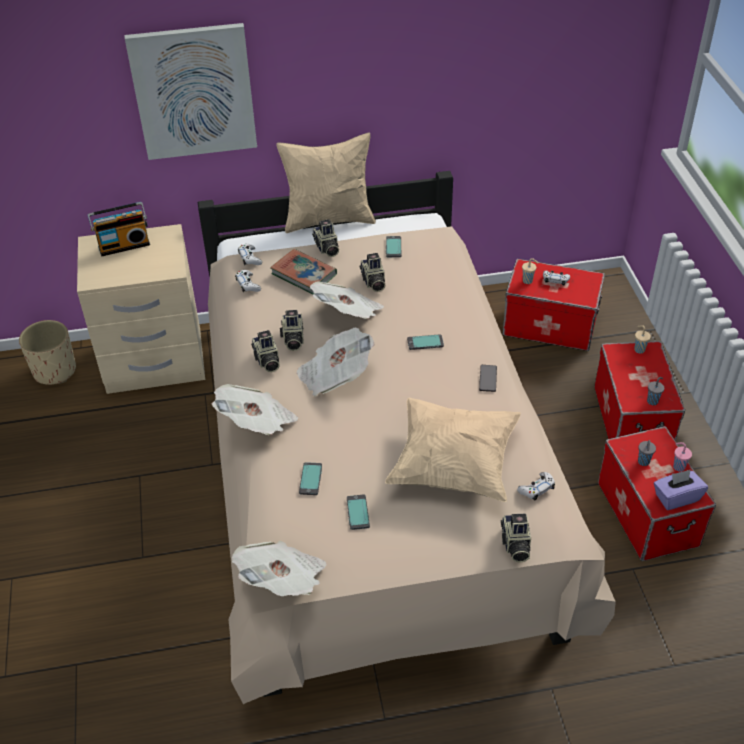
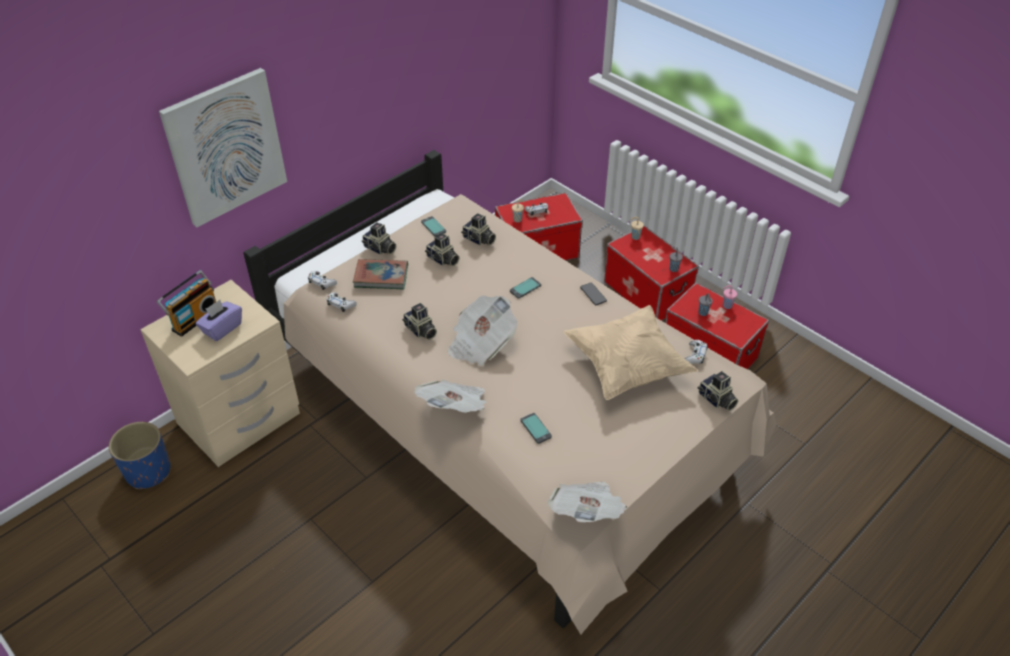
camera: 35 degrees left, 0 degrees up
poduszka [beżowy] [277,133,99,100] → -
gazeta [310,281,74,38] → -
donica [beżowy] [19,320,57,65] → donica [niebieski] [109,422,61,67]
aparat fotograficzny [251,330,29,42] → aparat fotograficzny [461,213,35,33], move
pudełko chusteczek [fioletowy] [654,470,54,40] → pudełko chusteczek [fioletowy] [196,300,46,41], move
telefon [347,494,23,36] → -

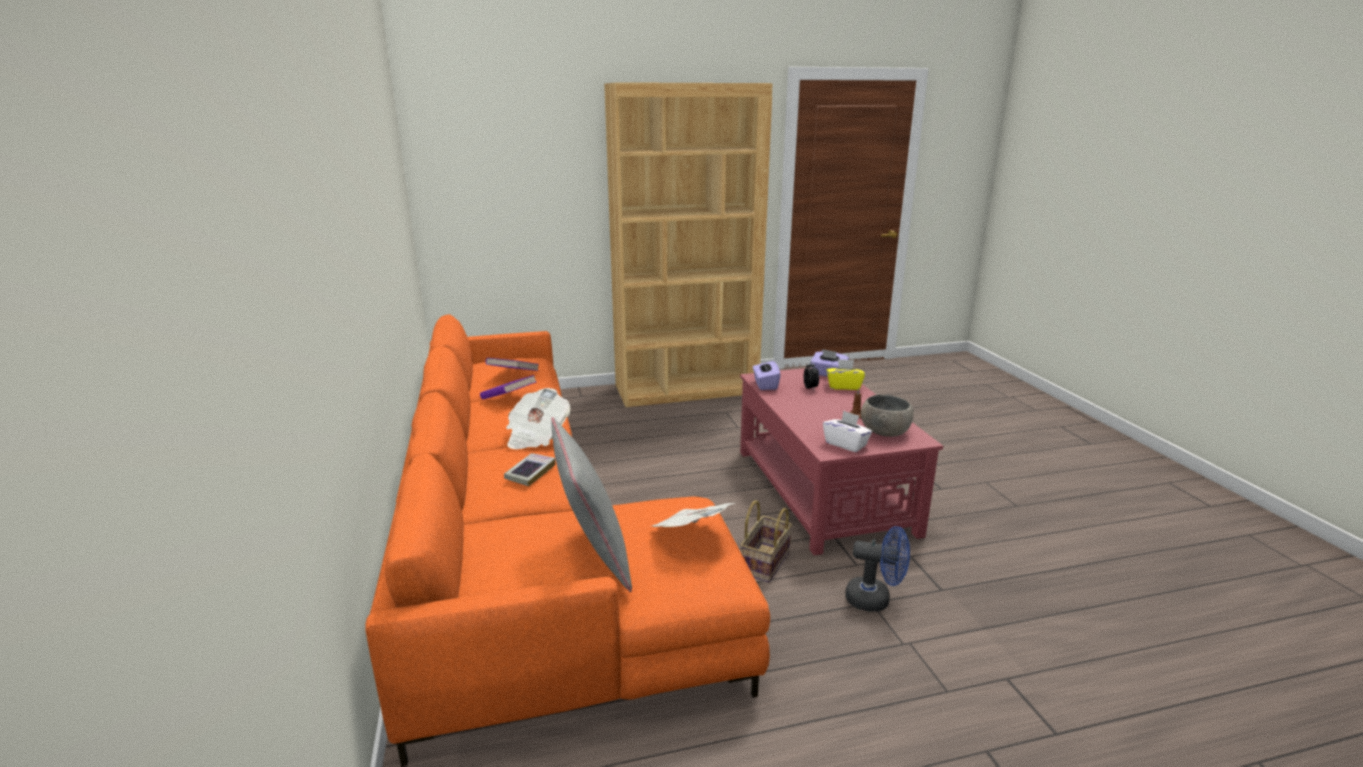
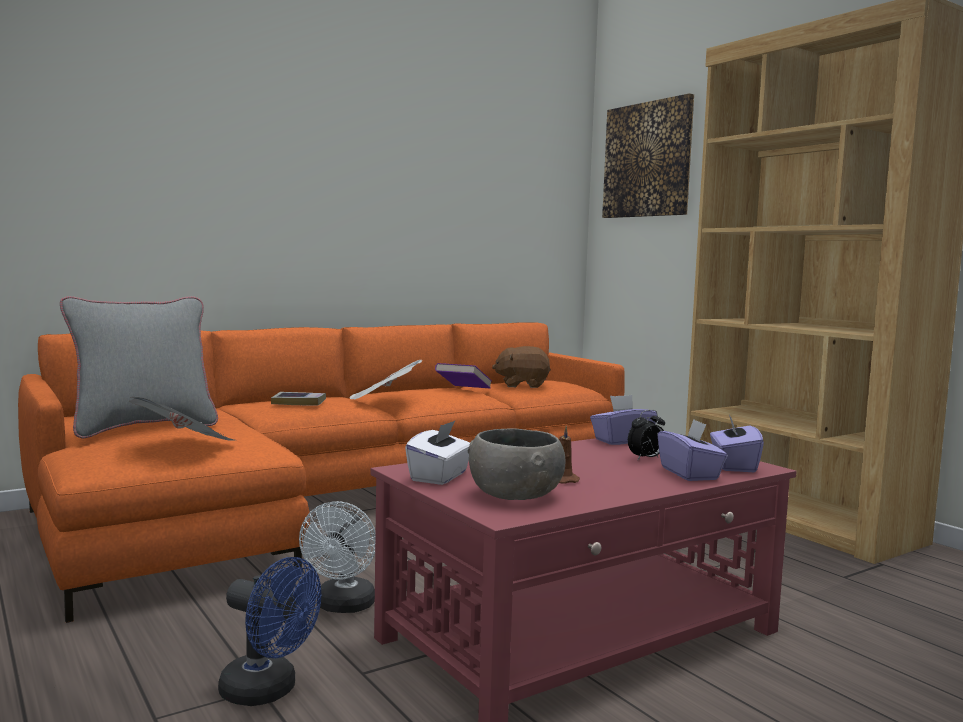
camera: 70 degrees right, 15 degrees down
książka [fioletowy] [486,358,53,13] → pluszak [brązowy] [492,346,59,42]
pudełko chusteczek [żółty] [826,359,39,31] → pudełko chusteczek [fioletowy] [658,419,70,62]
koszyk [741,500,51,83] → wentylator [biały] [299,501,77,112]
wentylator [niebieski] [845,526,65,86] → wentylator [niebieski] [218,557,103,149], 60 degrees counterclockwise
- → obraz [602,93,92,125]

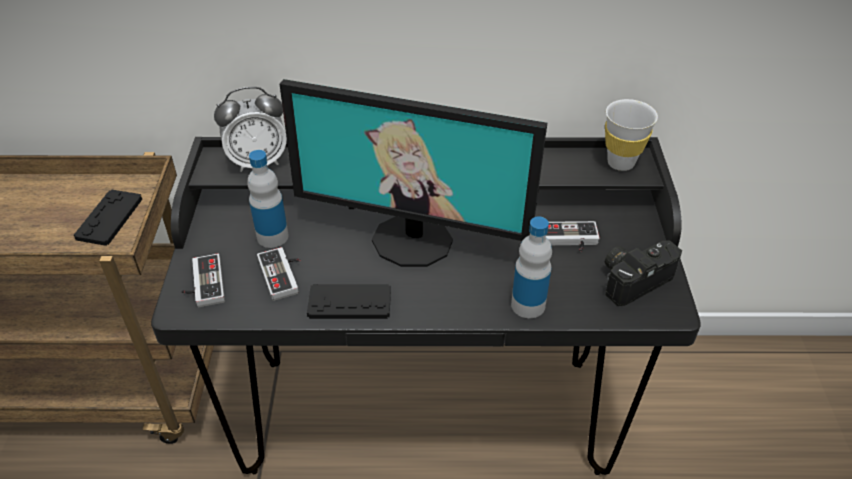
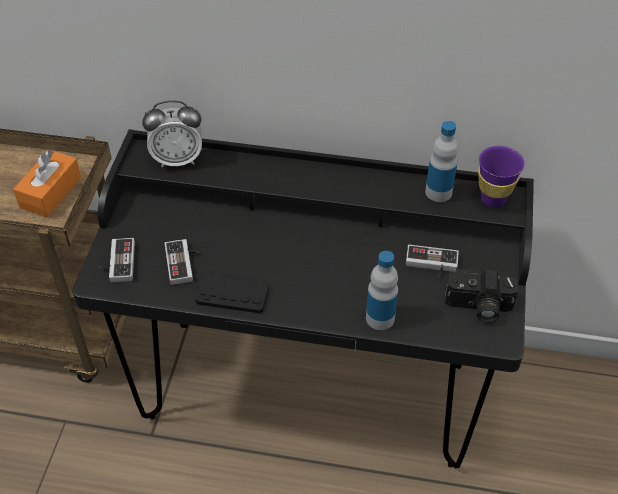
camera: 10 degrees right, 5 degrees up
monitor [279,79,268,188] → -
filiżanka [biały] [605,99,53,72] → filiżanka [fioletowy] [478,146,47,62]
butelka [247,150,41,98] → butelka [425,121,33,81], move
pad do gier [czarny] [74,190,68,56] → pudełko chusteczek [pomarańczowy] [13,150,68,67]
aparat fotograficzny [605,240,77,66] → aparat fotograficzny [445,269,73,54], 150 degrees counterclockwise

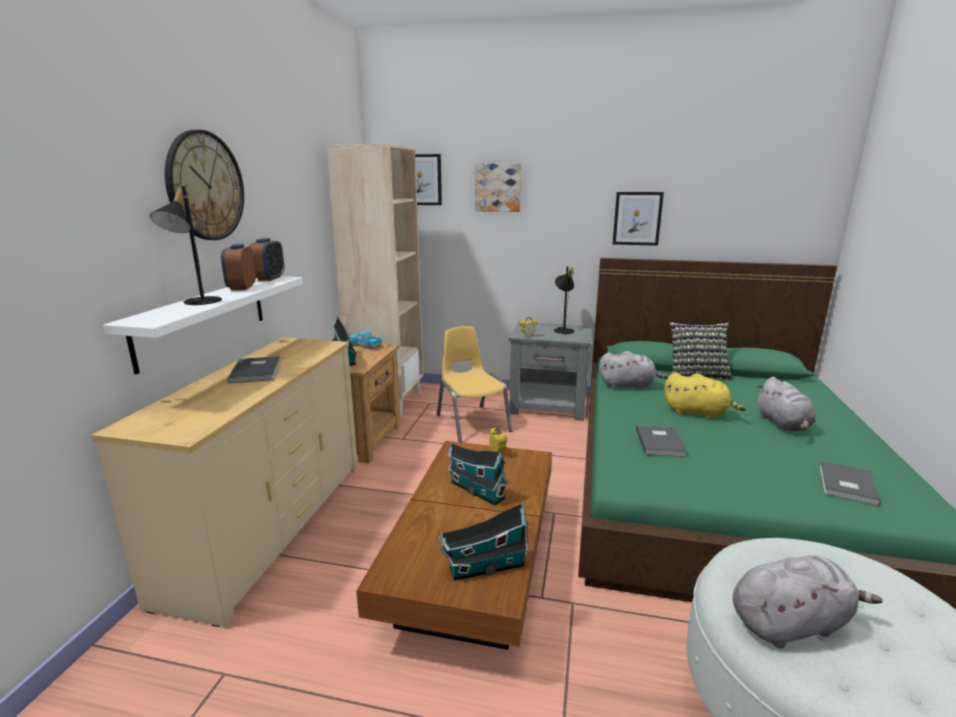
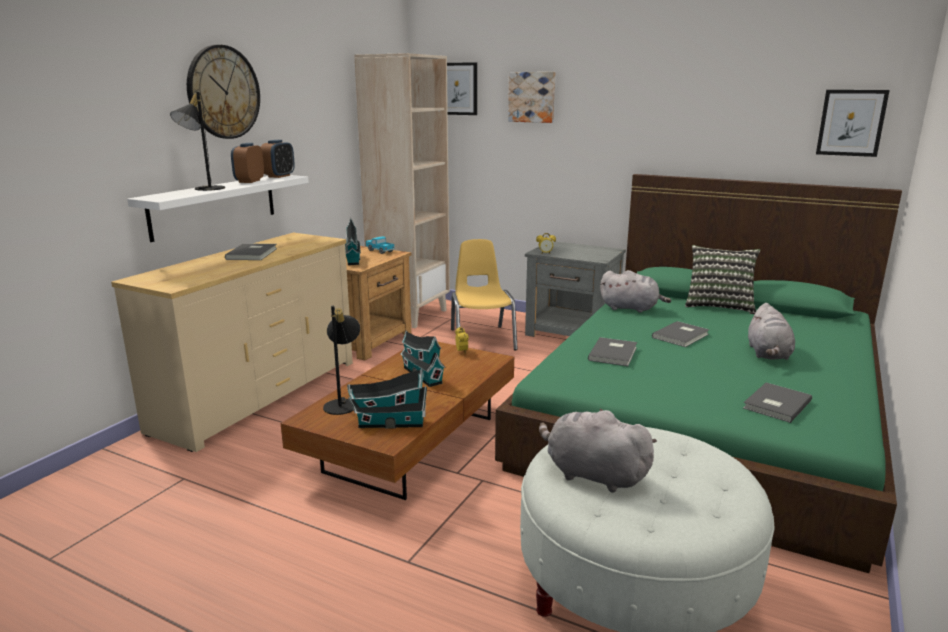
camera: 15 degrees right, 0 degrees up
obraz [613,192,51,54] → obraz [816,90,74,67], move
lampa stołowa [czarny] [554,266,20,68] → lampa stołowa [czarny] [323,306,37,109], move
pluszak [żółty] [664,373,82,46] → książka [szary] [652,321,58,26]
pluszak [szary] [733,555,150,93] → pluszak [szary] [539,408,118,85], 150 degrees counterclockwise

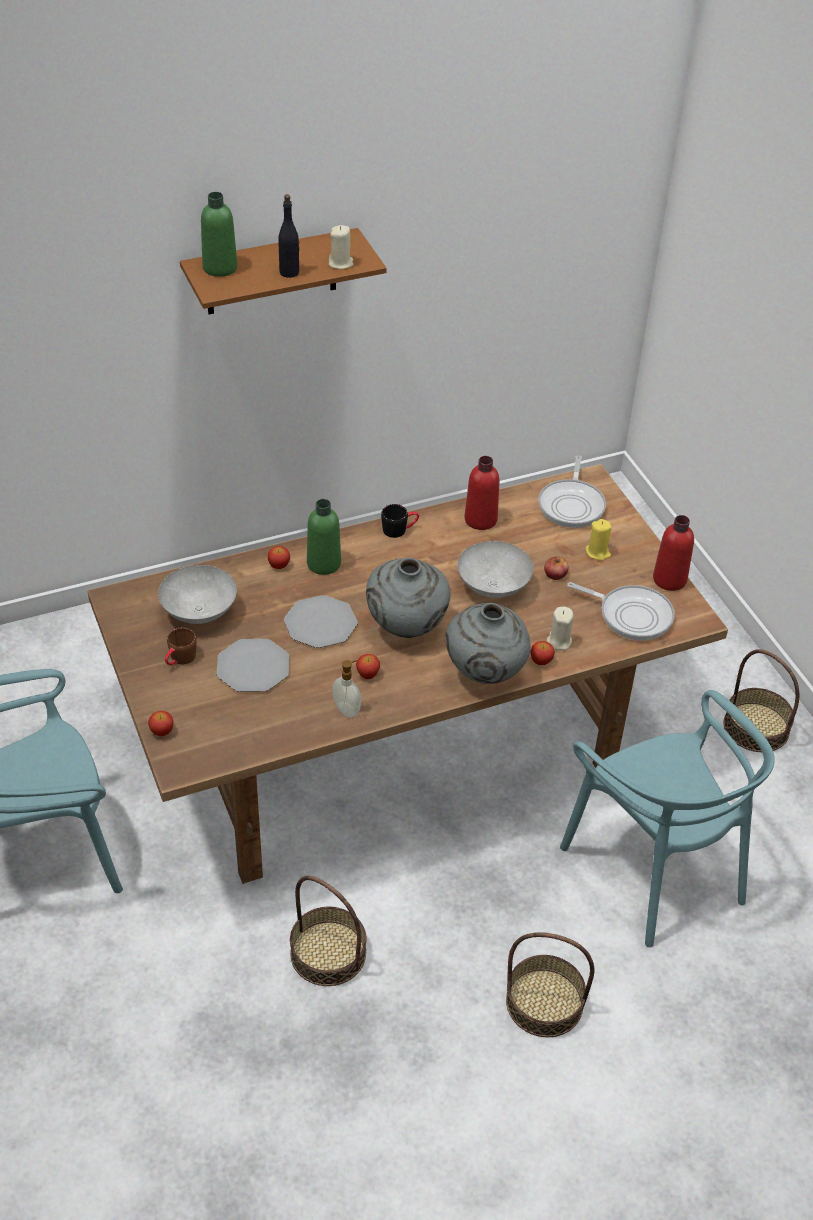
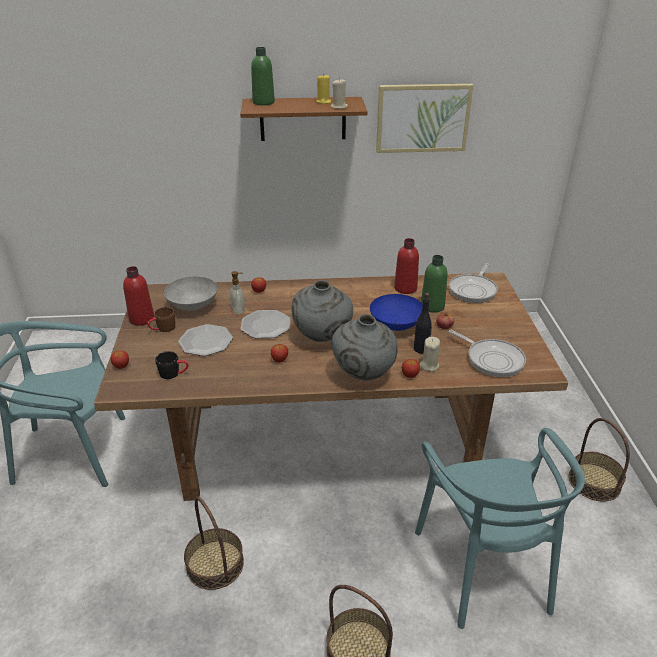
camera: 20 degrees right, 10 degrees down
butelka [czarny] [278,194,22,84] → butelka [czarny] [414,293,18,60], move
butelka [zielony] [307,499,34,76] → butelka [zielony] [421,255,27,58], move
kubek [czarny] [381,504,38,34] → kubek [czarny] [155,351,33,28], move
butelka [czerwony] [653,515,41,76] → butelka [czerwony] [123,266,31,60], move
świeca [żółty] [586,519,26,42] → świeca [żółty] [316,74,15,30], move
miska [szary] [458,541,75,57] → miska [niebieski] [370,294,53,37]
dozownik mydła [332,660,29,58] → dozownik mydła [230,271,15,43], move
- → obraz [376,84,97,69]

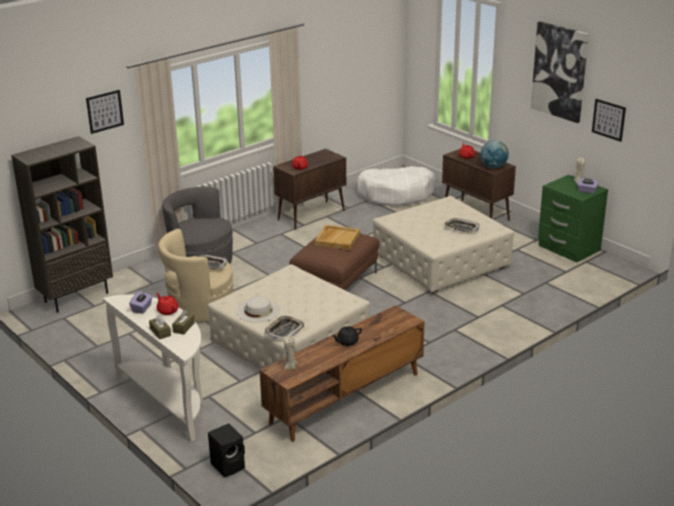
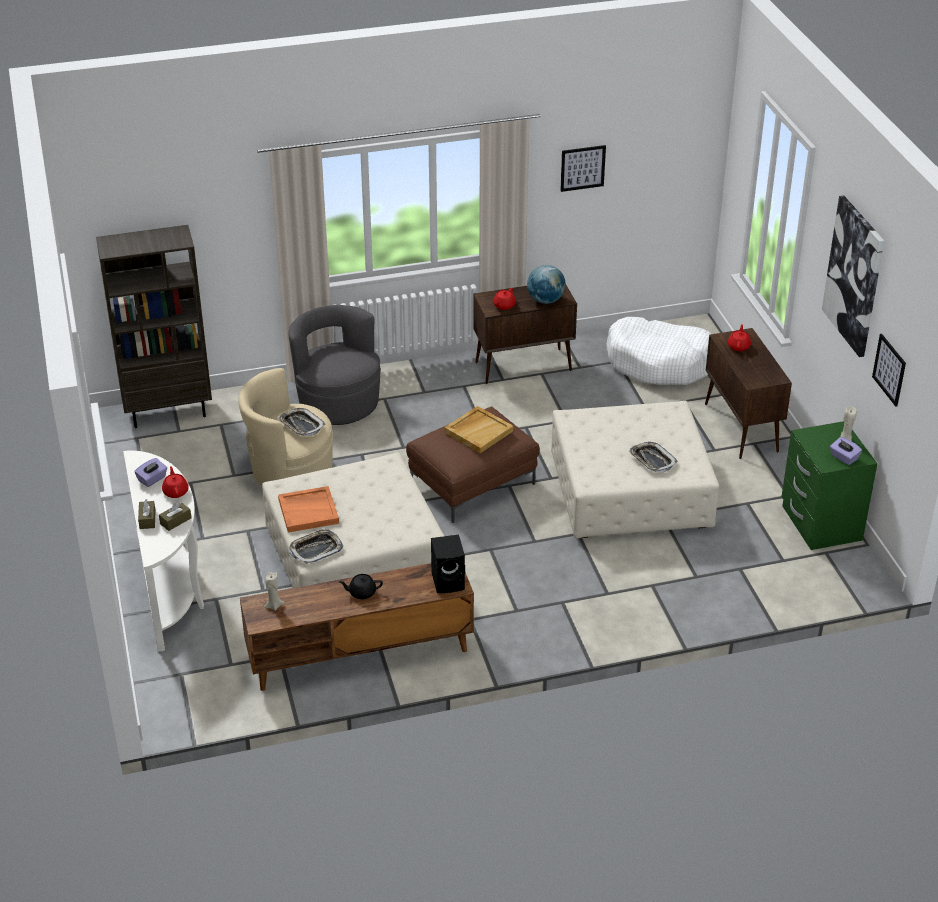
camera: 25 degrees right, 10 degrees up
obraz [86,90,38,44] → obraz [560,145,46,47], move
globus [480,140,29,28] → globus [527,265,39,39], move
kapelusz [biały] [236,296,44,26] → taca [pomarańczowy] [278,486,61,46]
głośnik [czarny] [208,423,37,54] → głośnik [czarny] [431,535,34,58], move

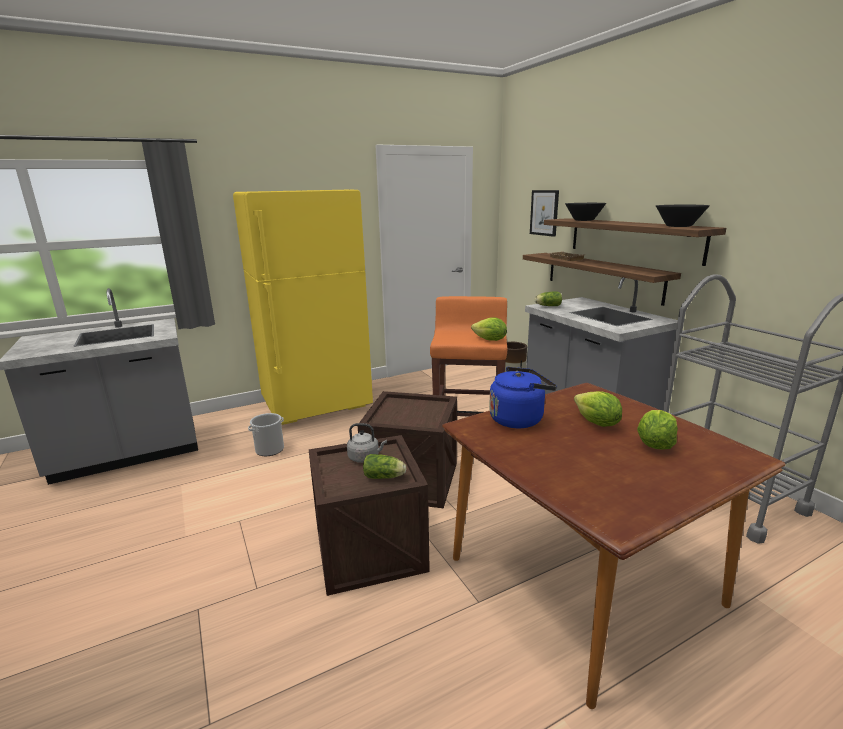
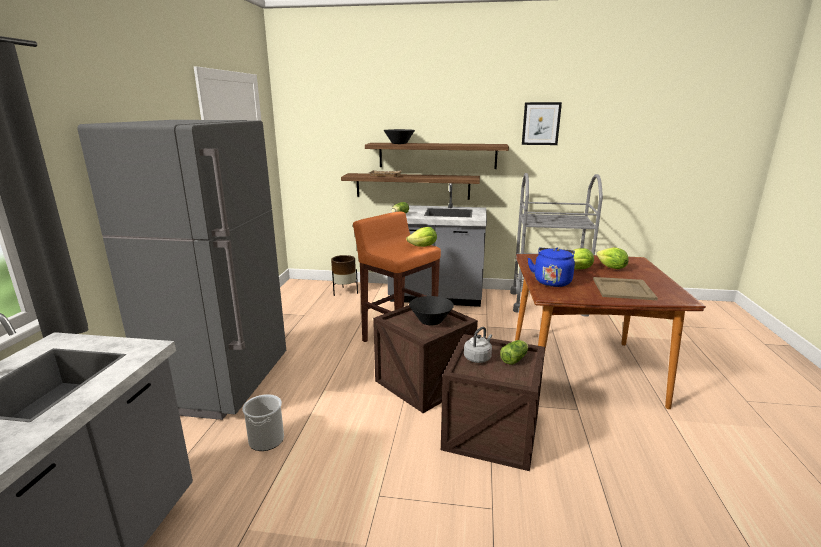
camera: 55 degrees left, 0 degrees up
lodówka [żółty] [233,189,140,236] → lodówka [szary] [78,120,208,300]
obraz [530,190,29,47] → obraz [522,102,40,43], move
miska [czarny] [656,205,54,22] → miska [czarny] [409,296,45,29], move
- → taca [beżowy] [593,277,65,23]

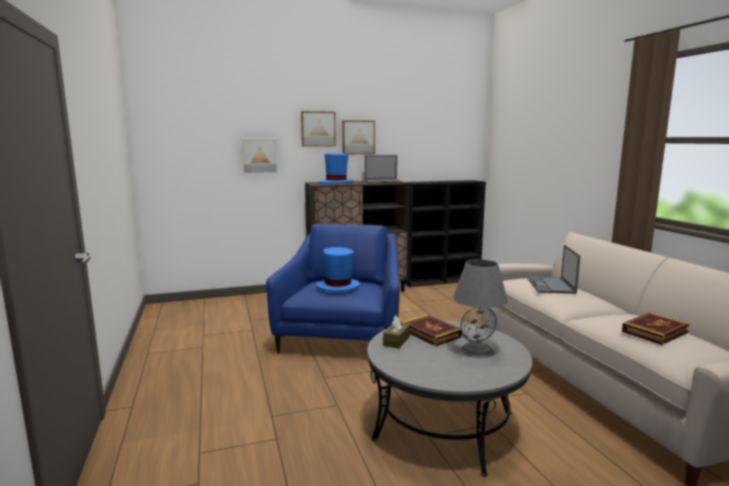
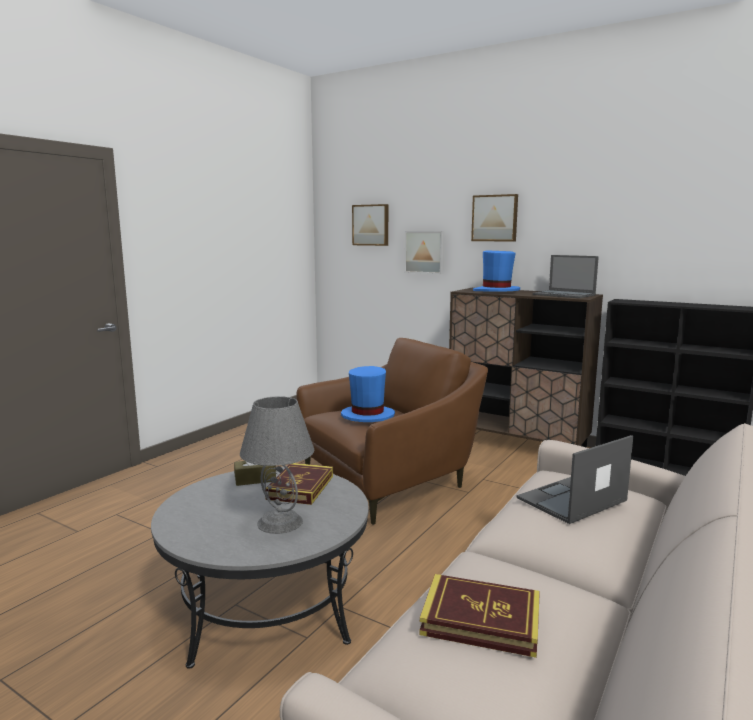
camera: 50 degrees right, 0 degrees up
obraz [342,120,33,34] → obraz [352,204,36,42], move
fotel [niebieski] [266,224,134,130] → fotel [brązowy] [296,338,192,187]

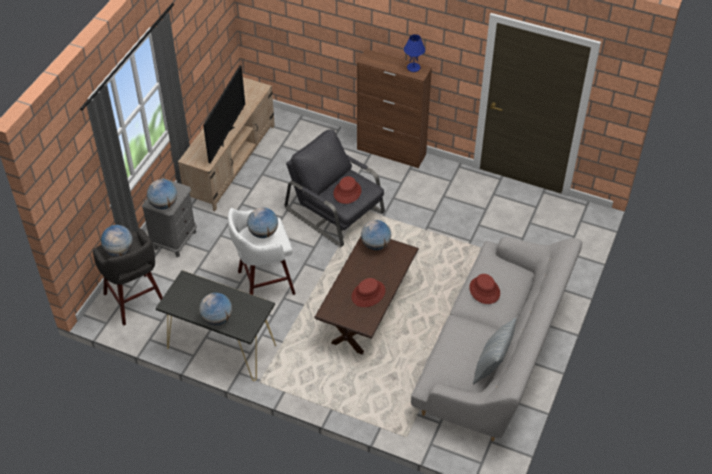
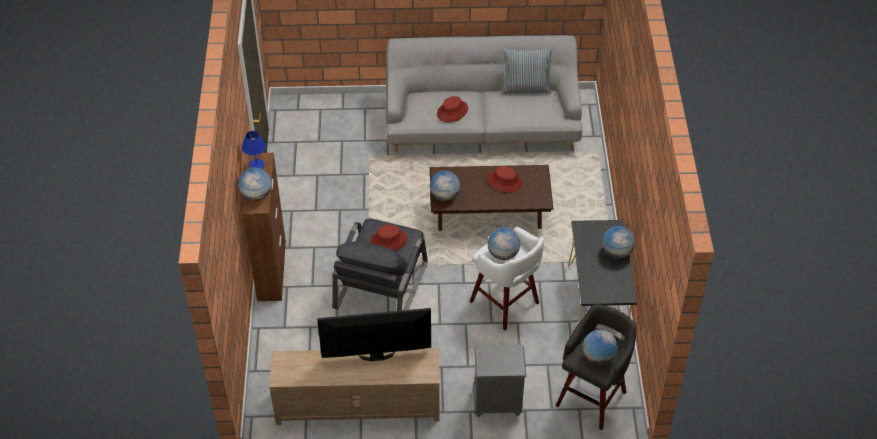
camera: 115 degrees left, 0 degrees up
globus [147,179,30,30] → globus [238,168,34,33], move

